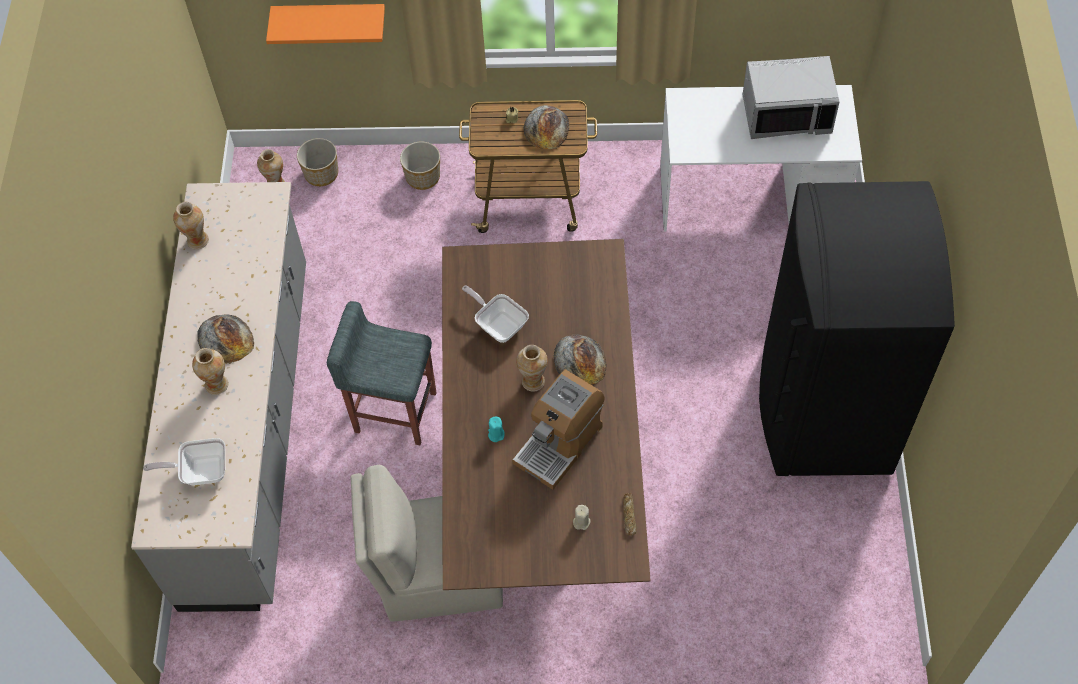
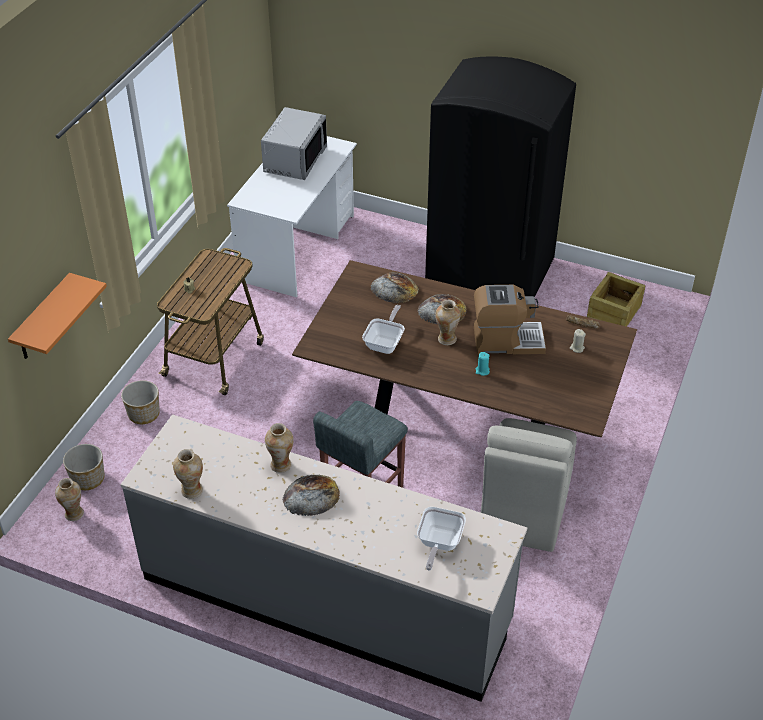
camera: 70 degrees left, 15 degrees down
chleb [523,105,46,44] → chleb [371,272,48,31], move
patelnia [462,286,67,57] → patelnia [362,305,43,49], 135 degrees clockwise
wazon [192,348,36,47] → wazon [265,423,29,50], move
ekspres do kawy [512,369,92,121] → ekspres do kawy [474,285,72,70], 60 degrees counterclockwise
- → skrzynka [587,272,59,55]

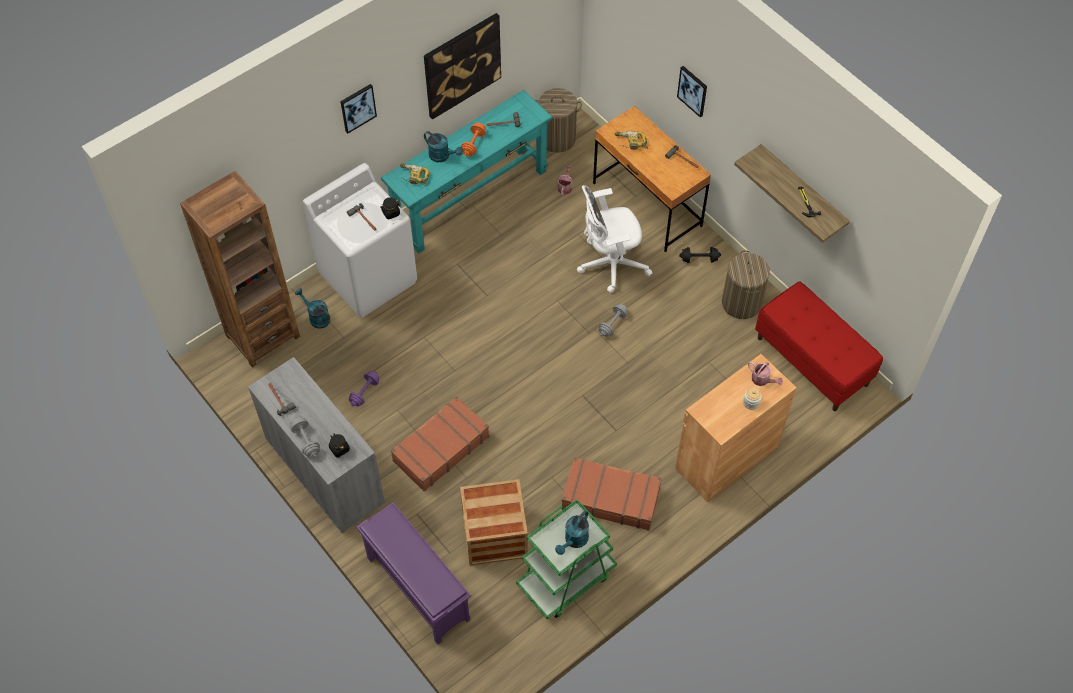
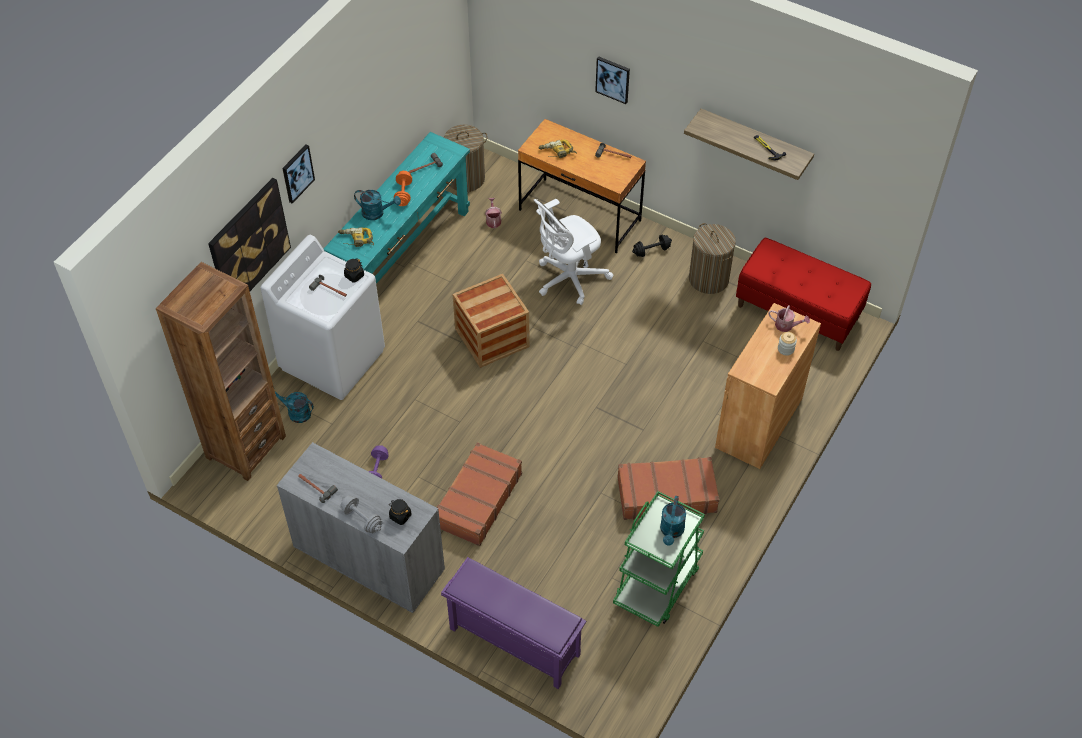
camera: 20 degrees left, 5 degrees down
obraz [424,13,77,107] → obraz [208,178,83,113], move
hantel [szary] [598,304,30,33] → -
skrzynka [460,479,68,86] → skrzynka [453,274,77,94], move

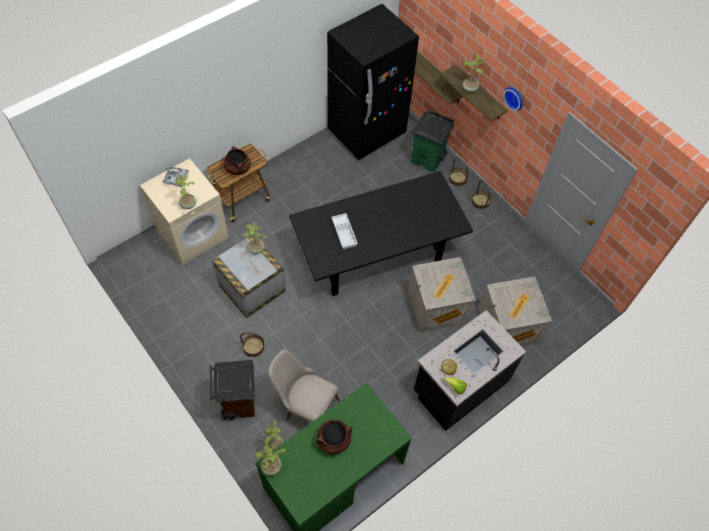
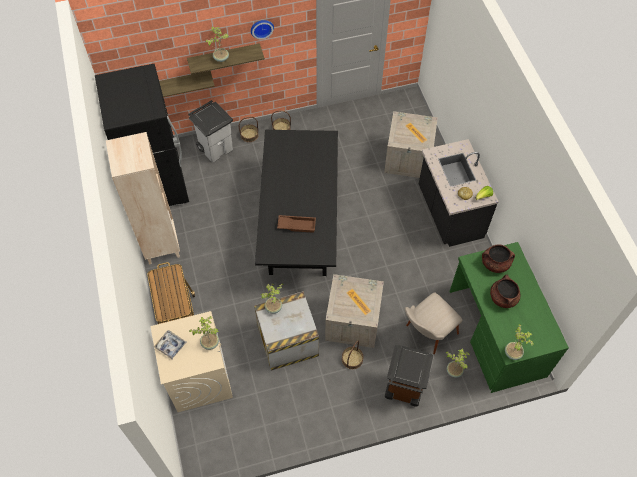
camera: 65 degrees left, 0 degrees up
kosz na śmieci [zielony] [411,110,43,62] → kosz na śmieci [szary] [188,100,45,62]
garnek [brązowy] [223,146,28,29] → garnek [brązowy] [482,244,33,29], move
taca [biały] [331,213,27,36] → taca [brązowy] [277,215,39,18]
skrzynka [408,257,68,76] → skrzynka [325,274,59,74], move
- → regał [beżowy] [106,132,74,133]

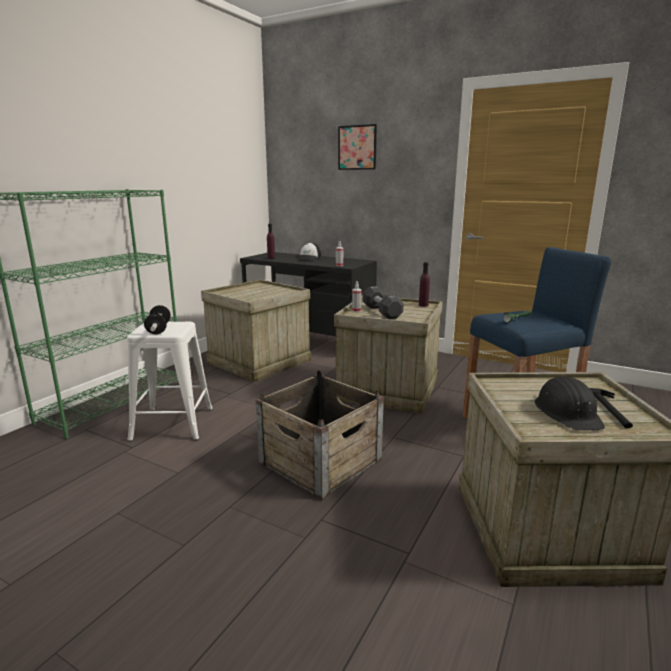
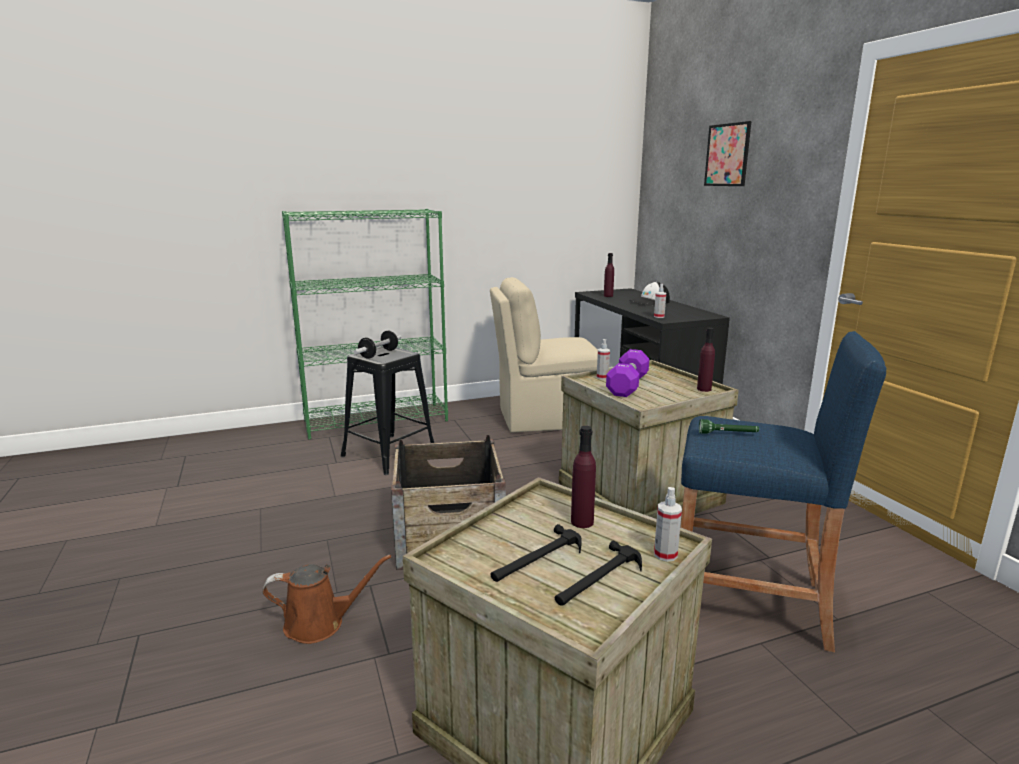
camera: 40 degrees right, 0 degrees up
skrzynka [201,280,110,102] → krzesło [beżowy] [490,277,108,156]
hantel [czarny] [363,286,41,33] → hantel [fioletowy] [606,349,43,48]
stołek [biały] [127,322,86,120] → stołek [czarny] [341,346,93,129]
kask [czarny] [535,376,70,55] → młotek [490,524,92,58]
- → butelka [fioletowy] [571,426,25,102]
- → spryskiwacz [654,487,28,75]
- → konewka [brązowy] [262,555,129,89]

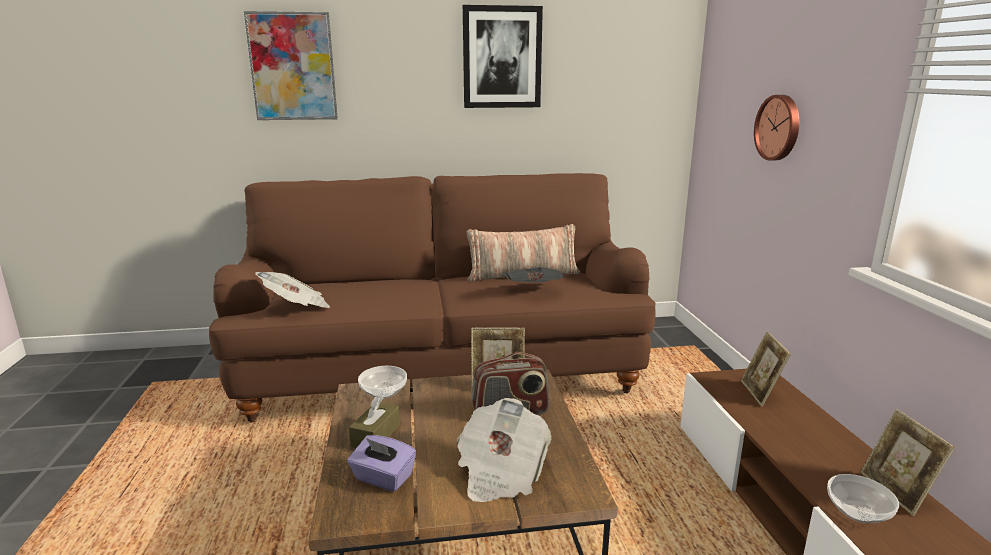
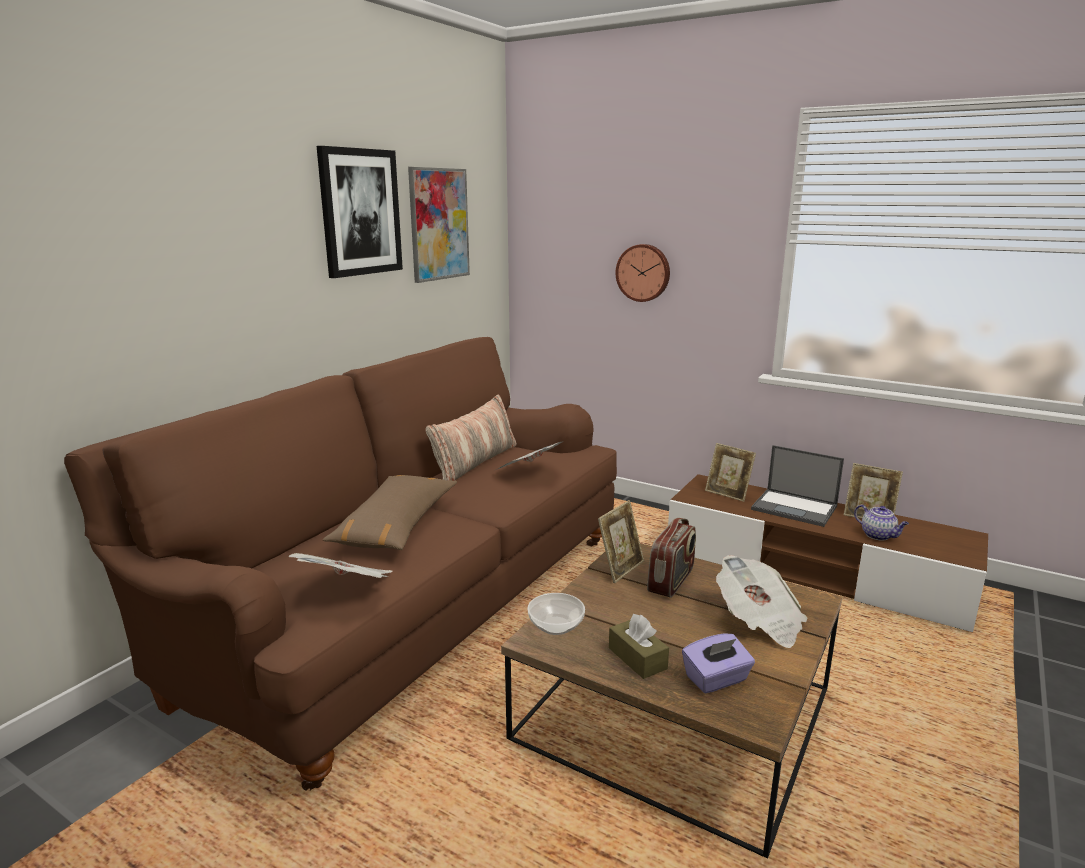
camera: 50 degrees left, 0 degrees up
obraz [244,11,94,109] → obraz [408,167,62,116], move
miska [827,474,72,50] → imbryk [854,504,55,36]
- → laptop [751,445,93,82]
- → poduszka [brązowy] [323,475,134,75]

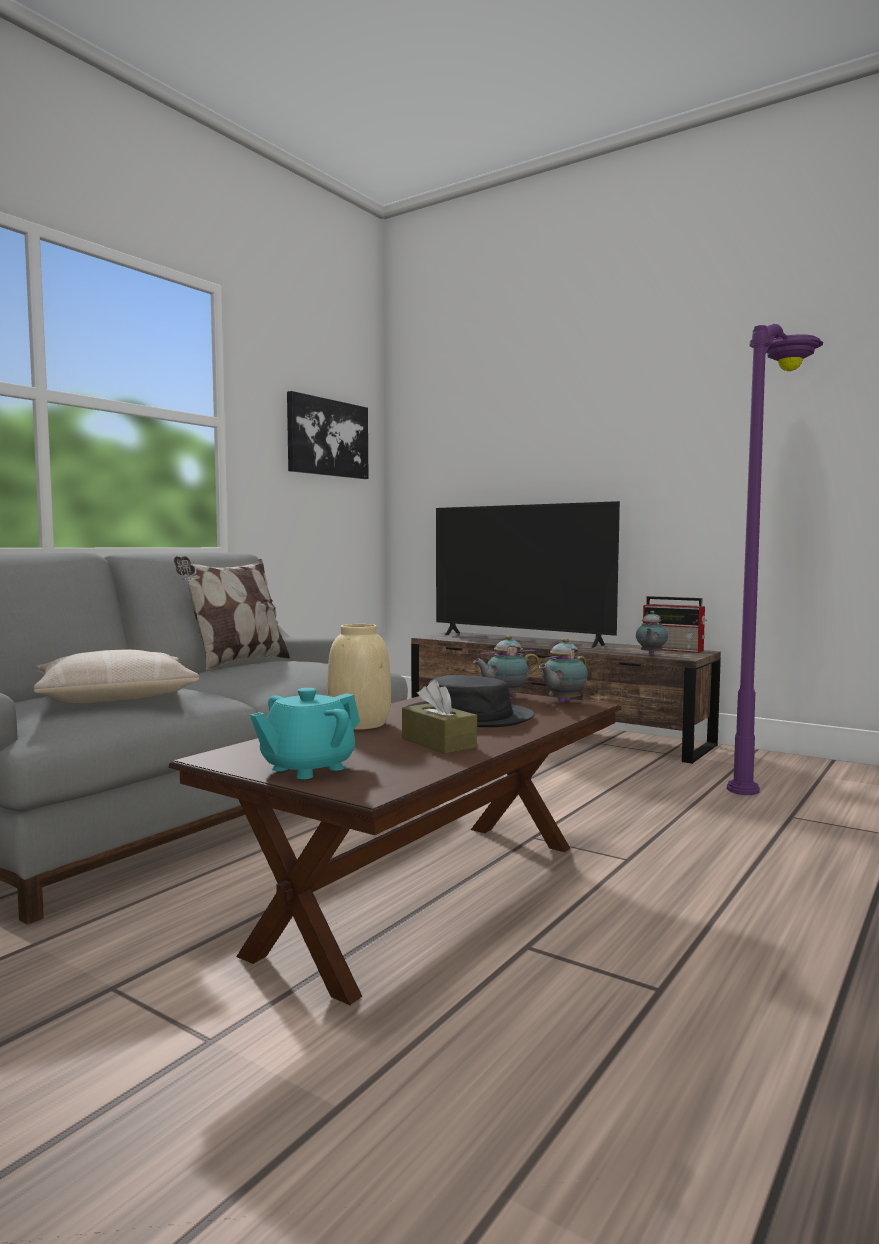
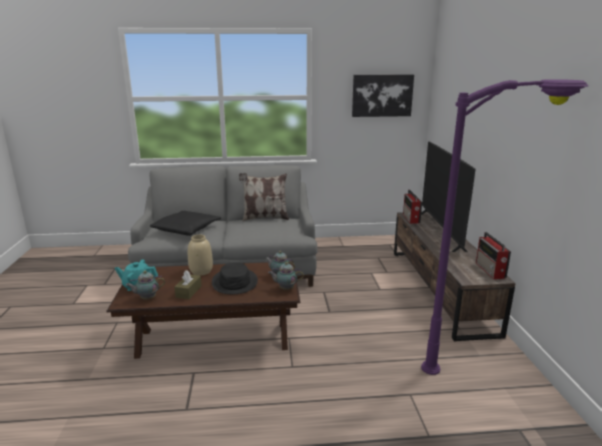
camera: 50 degrees right, 15 degrees up
imbryk [636,611,32,44] → imbryk [126,271,39,28], move
poduszka [beżowy] [34,649,165,54] → poduszka [czarny] [150,211,71,25]
- → radio [403,190,19,34]

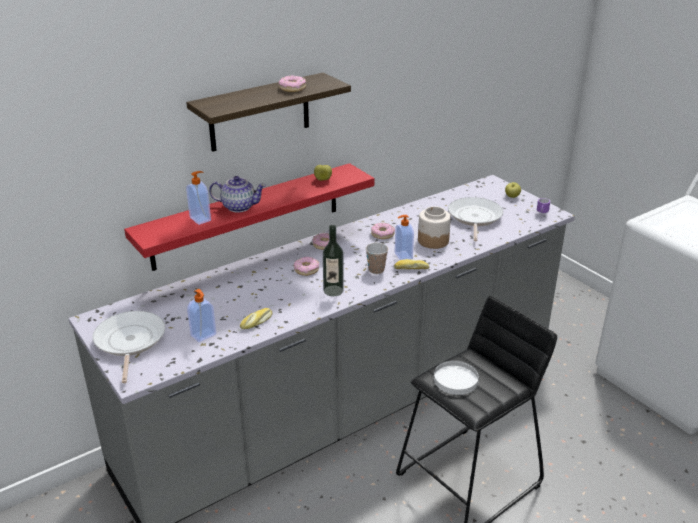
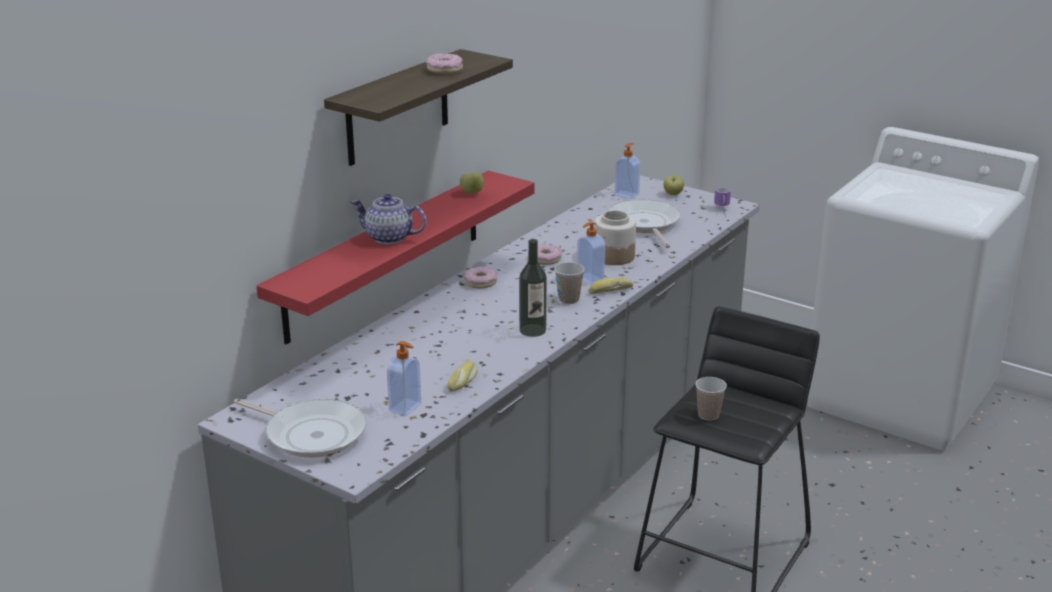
camera: 20 degrees left, 5 degrees down
dozownik mydła [186,171,25,54] → dozownik mydła [614,143,27,56], move
imbryk [209,176,57,36] → imbryk [351,194,75,50], 150 degrees counterclockwise
donut [294,257,25,19] → -
patelnia [93,311,72,72] → patelnia [234,399,133,59], 150 degrees clockwise
talerz [biały] [434,361,45,34] → filiżanka [695,377,32,44]

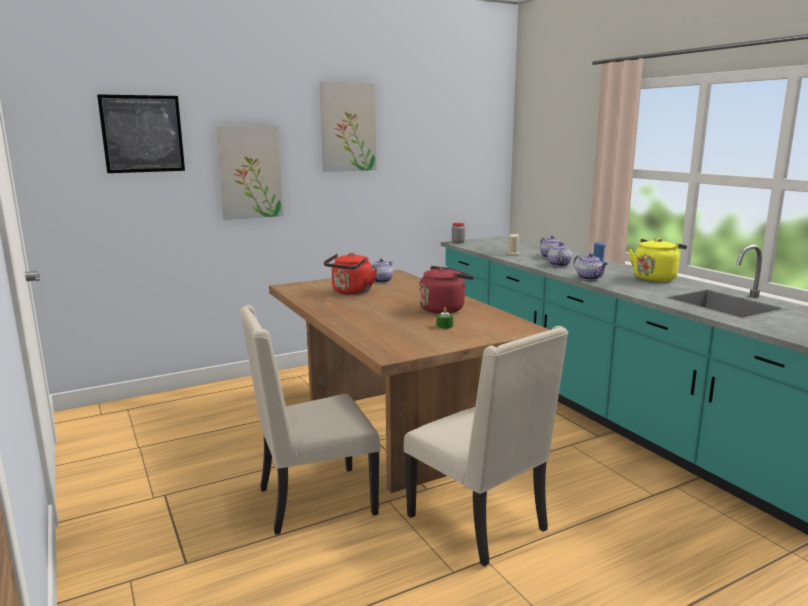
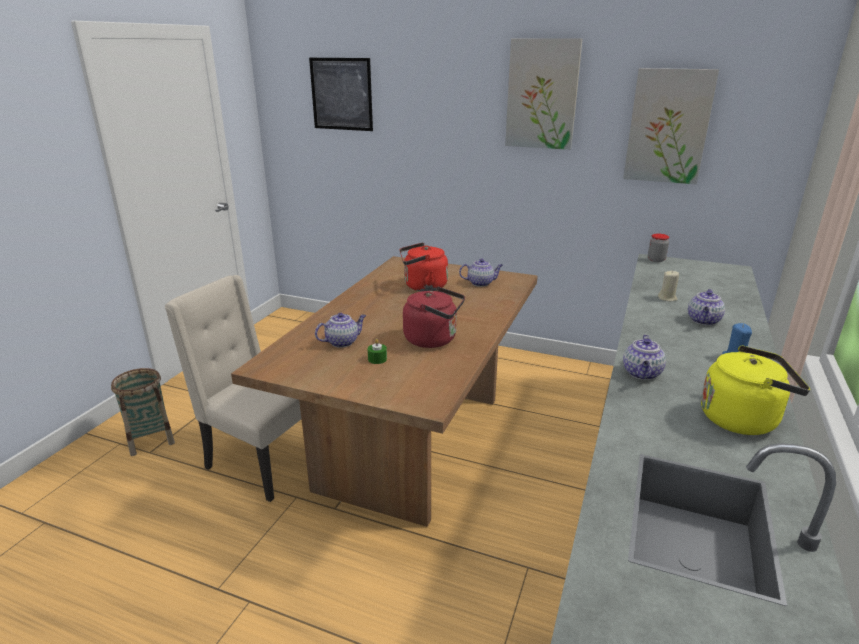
camera: 50 degrees right, 10 degrees up
obraz [215,125,68,95] → obraz [623,68,96,116], move
imbryk [548,242,24,25] → imbryk [315,313,51,35], move
krzesło [beżowy] [404,326,164,241] → -
- → koszyk [111,368,64,88]

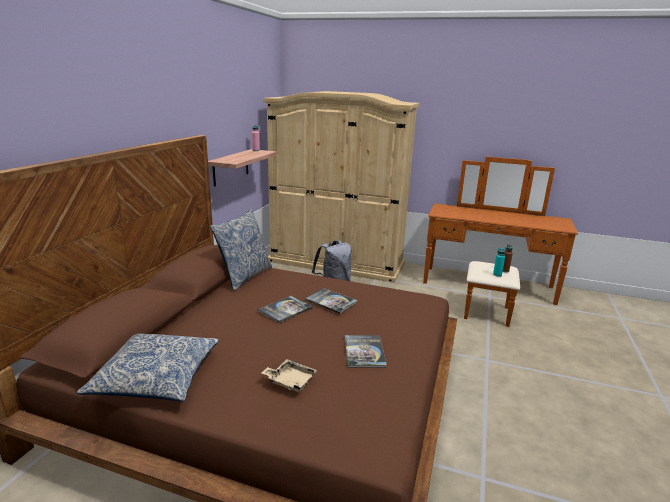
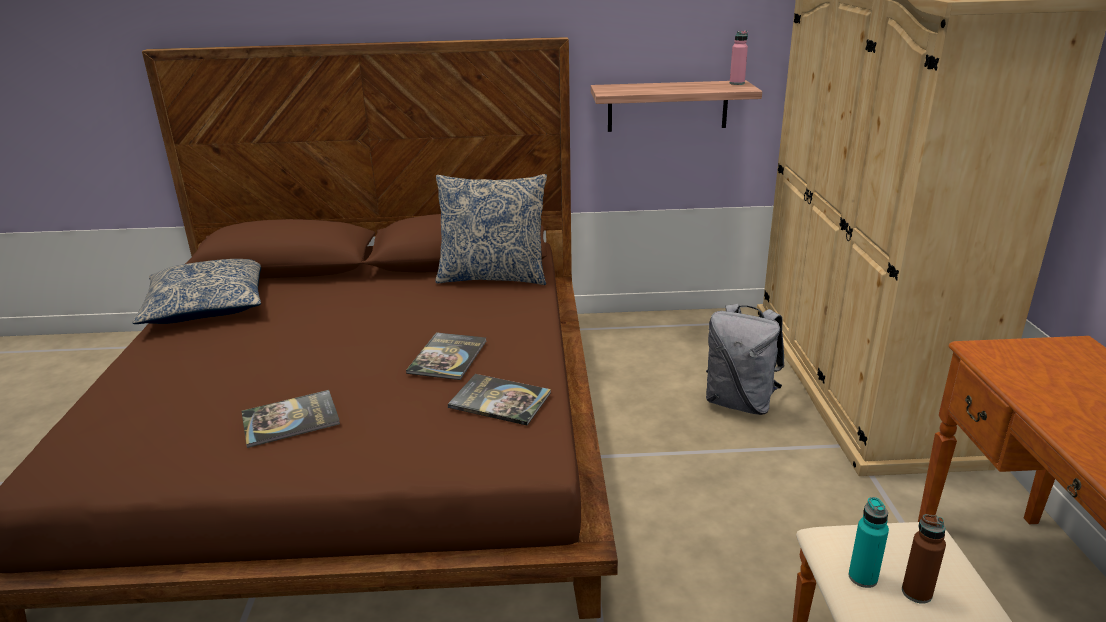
camera: 70 degrees right, 5 degrees up
książka [258,296,55,27] → książka [448,374,103,51], move
taca [beżowy] [262,359,55,33] → -

